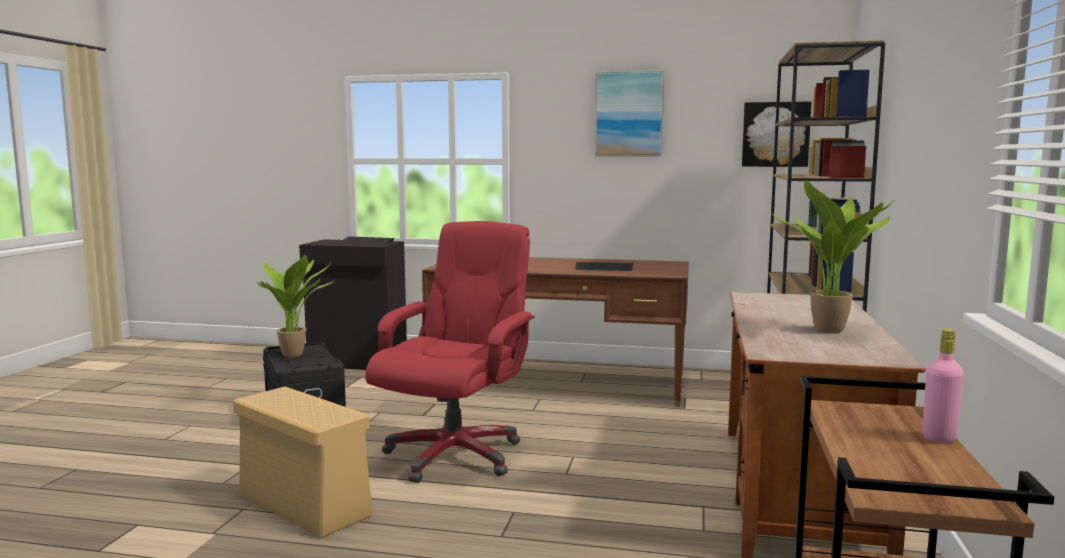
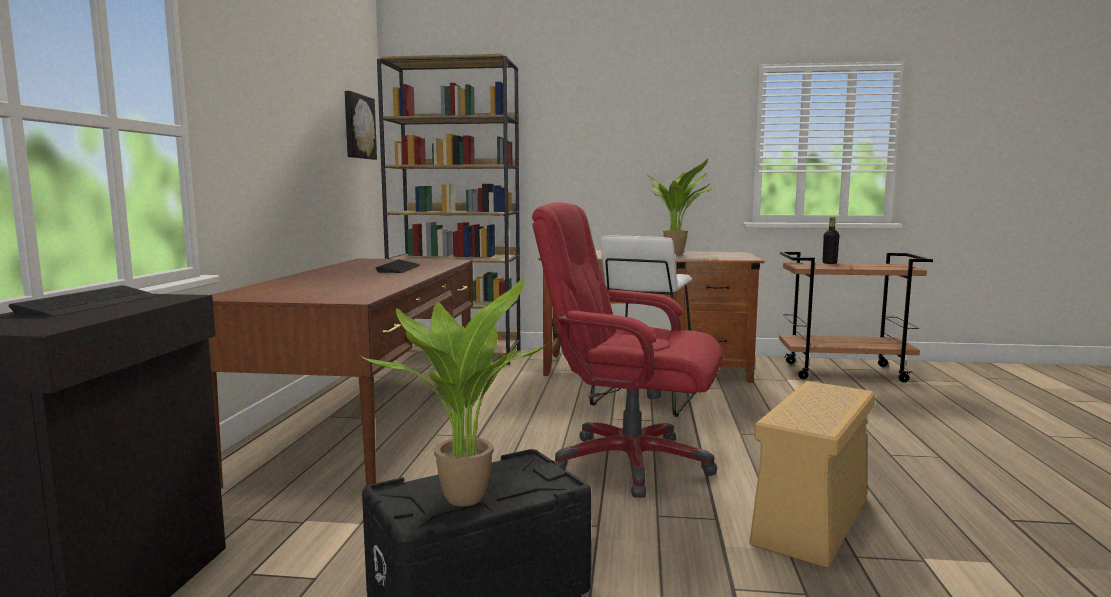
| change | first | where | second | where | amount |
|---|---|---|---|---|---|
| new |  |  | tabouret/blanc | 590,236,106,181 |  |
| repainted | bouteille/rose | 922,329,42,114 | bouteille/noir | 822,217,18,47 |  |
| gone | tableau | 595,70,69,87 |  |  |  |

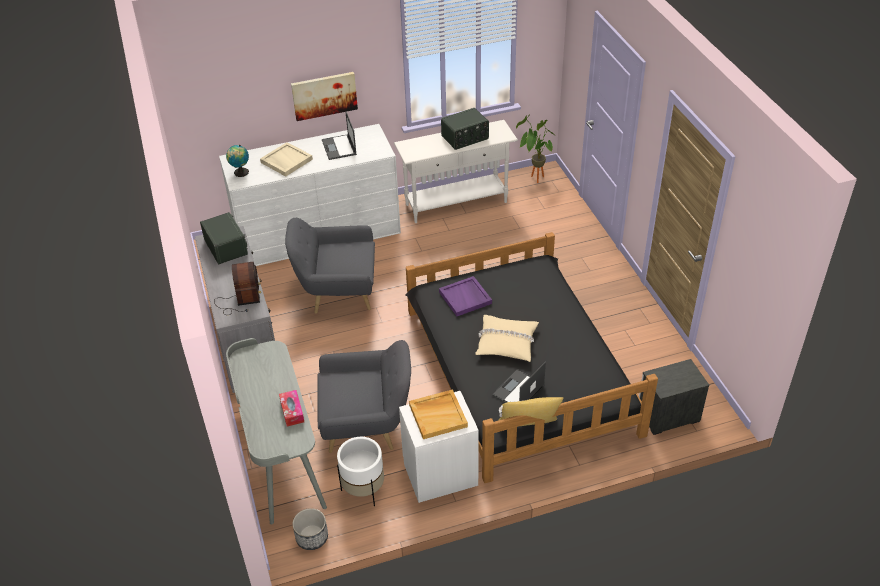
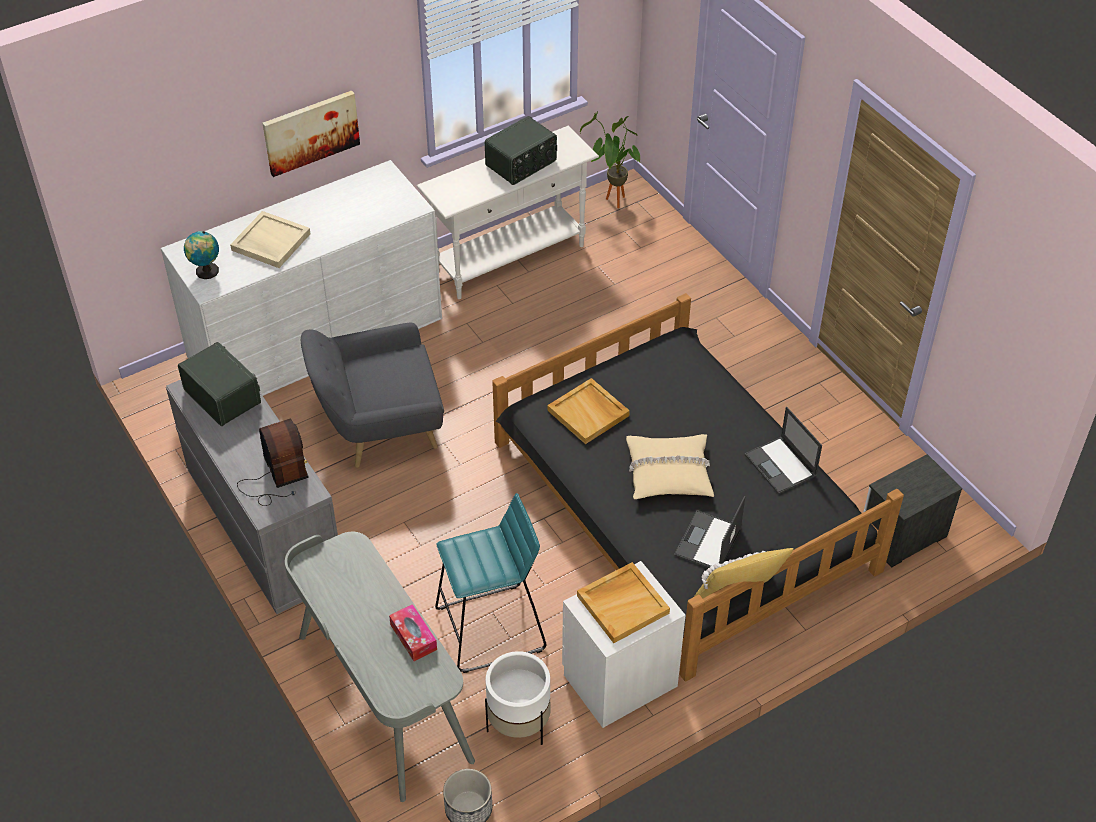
| change | first | where | second | where | amount |
|---|---|---|---|---|---|
| swapped | fauteuil/gris | 317,340,94,113 | tabouret/turquoise | 435,493,111,180 |  |
| repainted | plateau/violet | 439,276,53,40 | plateau/beige | 547,378,83,66 |  |
| shifted | ordinateur portable | 322,111,35,49 |  | 745,407,77,87 |  |

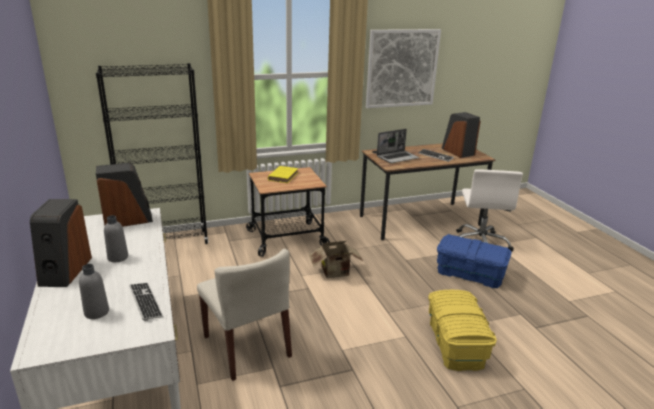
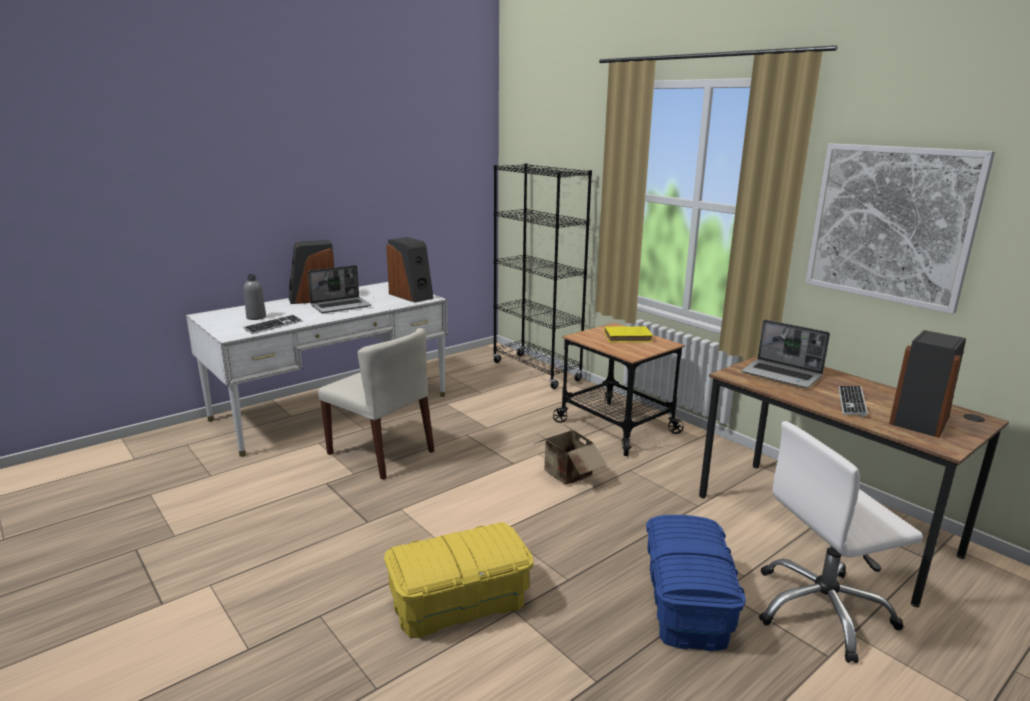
| change | first | where | second | where | amount |
|---|---|---|---|---|---|
| swapped | bouteille/gris | 104,215,24,47 | ordinateur portable | 308,265,63,48 |  |
| rotated | chaise/beige | 197,249,95,132 |  | 318,328,117,152 | 90 degrees counterclockwise |

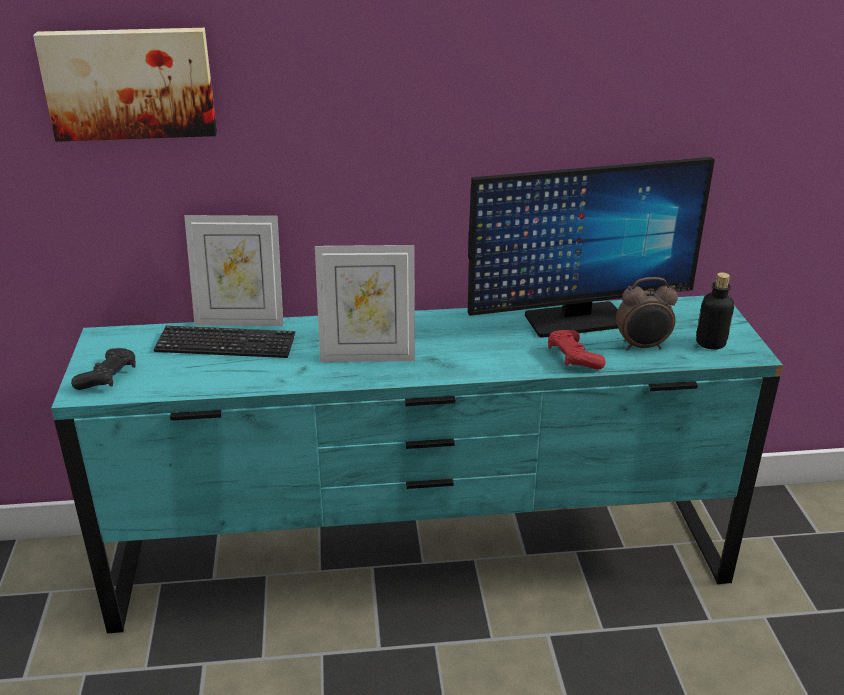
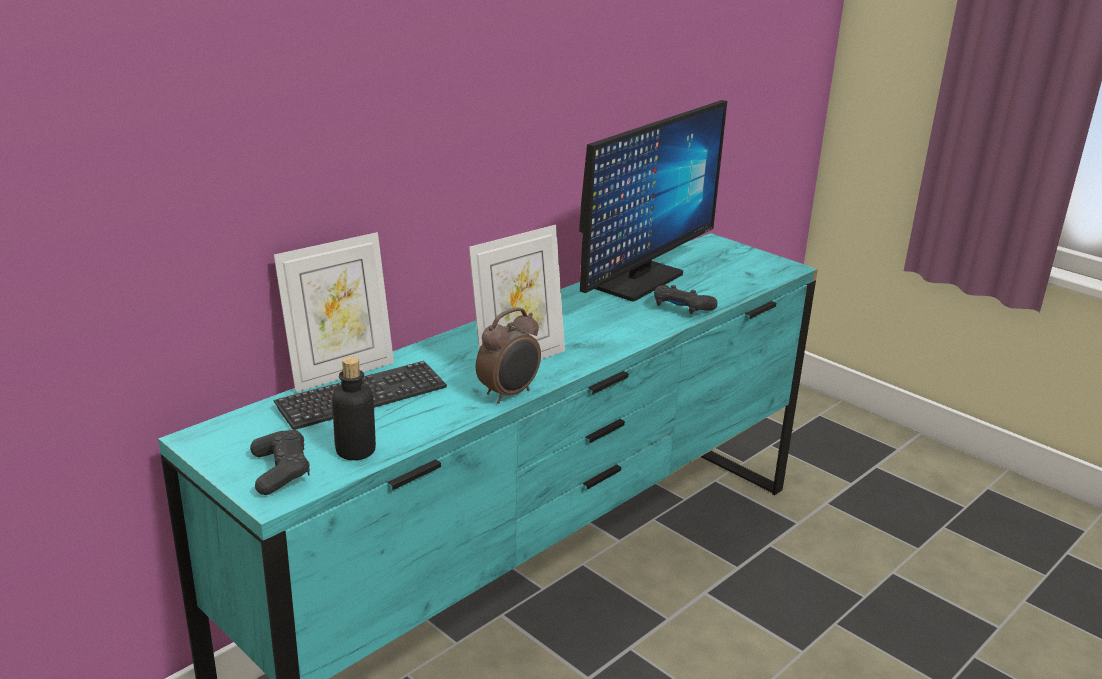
| change | first | where | second | where | amount |
|---|---|---|---|---|---|
| shifted | bouteille | 696,272,38,78 |  | 332,357,44,103 |  |
| shifted | réveil | 616,277,62,74 |  | 476,307,65,97 |  |
| repainted | manette/rouge | 548,330,58,40 | manette/noir | 654,285,64,29 |  |
| gone | tableau | 33,28,184,114 |  |  |  |

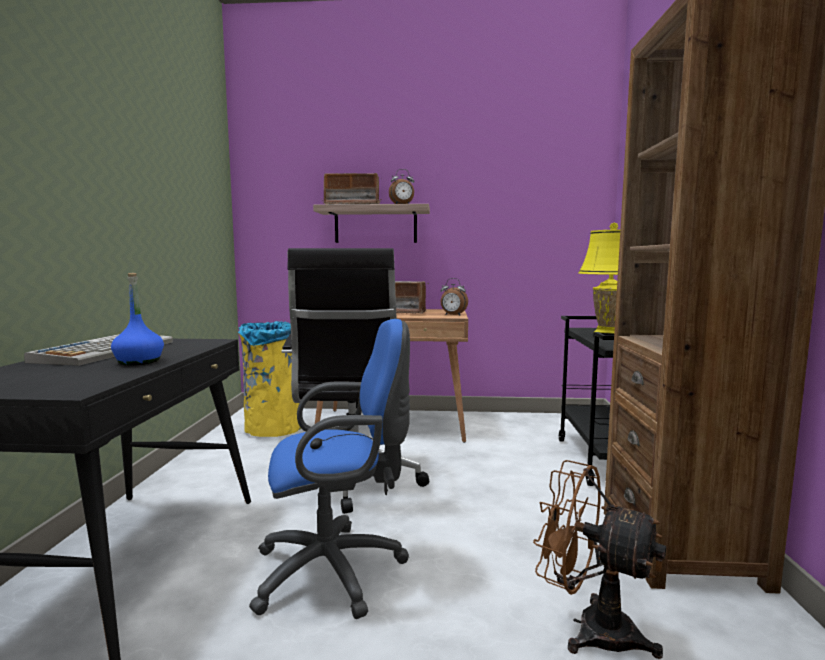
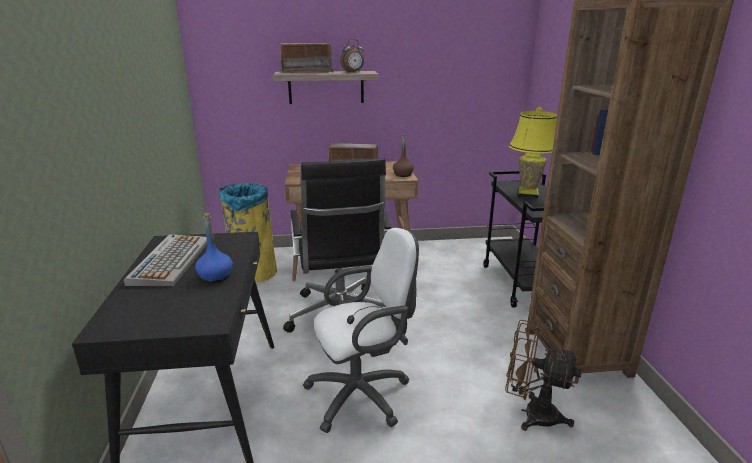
| change | first | where | second | where | amount |
|---|---|---|---|---|---|
| repainted | chaise de bureau/bleu | 249,319,161,300 | chaise de bureau/blanc | 303,228,116,205 |  |
| swapped | réveil | 441,278,27,37 | bouteille/marron | 393,135,21,42 |  |

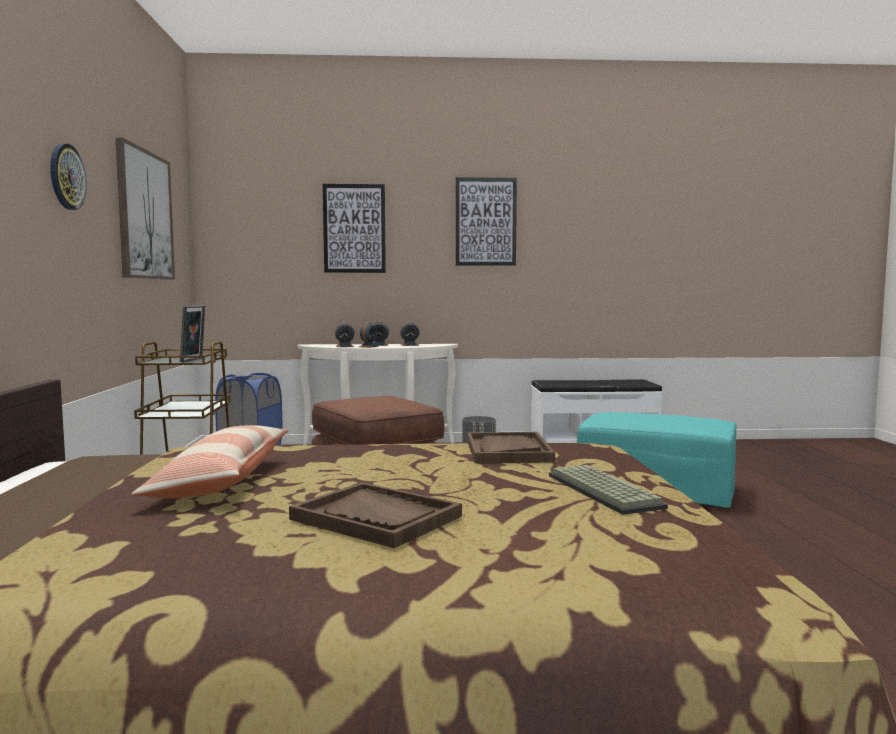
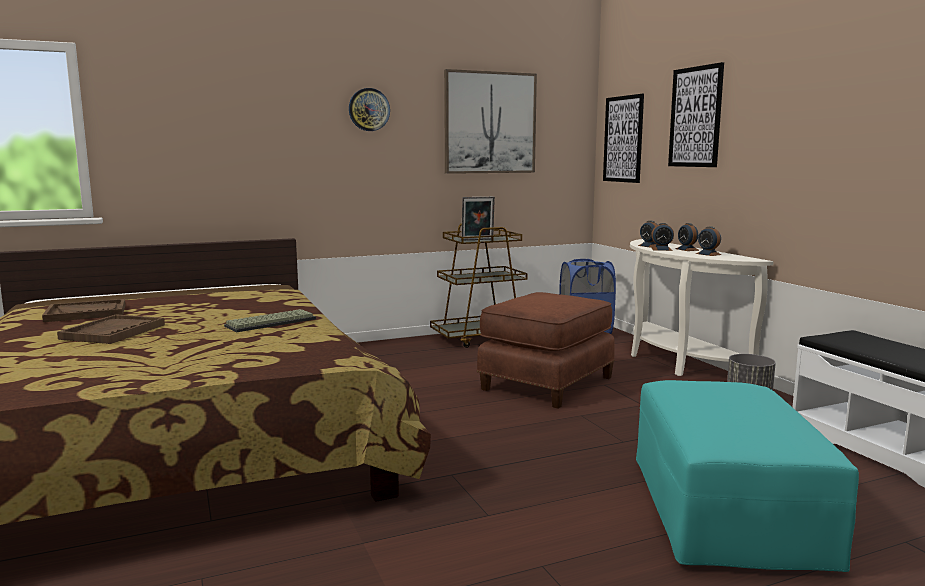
| change | first | where | second | where | amount |
|---|---|---|---|---|---|
| shifted | plateau/marron | 467,432,88,31 |  | 42,299,83,23 |  |
| shifted | clavier | 549,465,119,50 |  | 224,309,92,24 |  |
| shifted | tableau | 456,177,61,89 |  | 603,94,41,89 |  |
| gone | coussin | 131,425,158,74 |  |  |  |

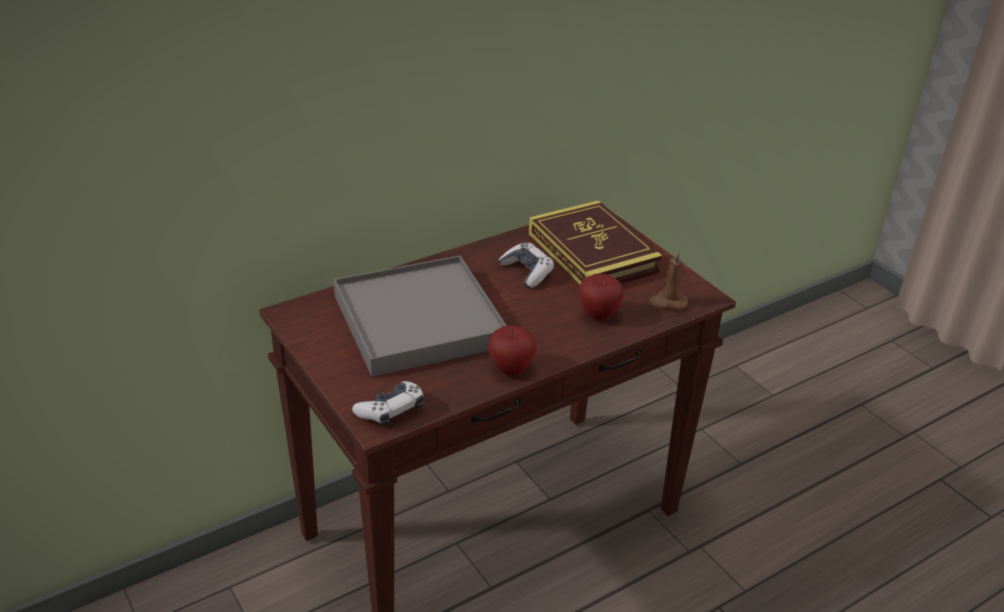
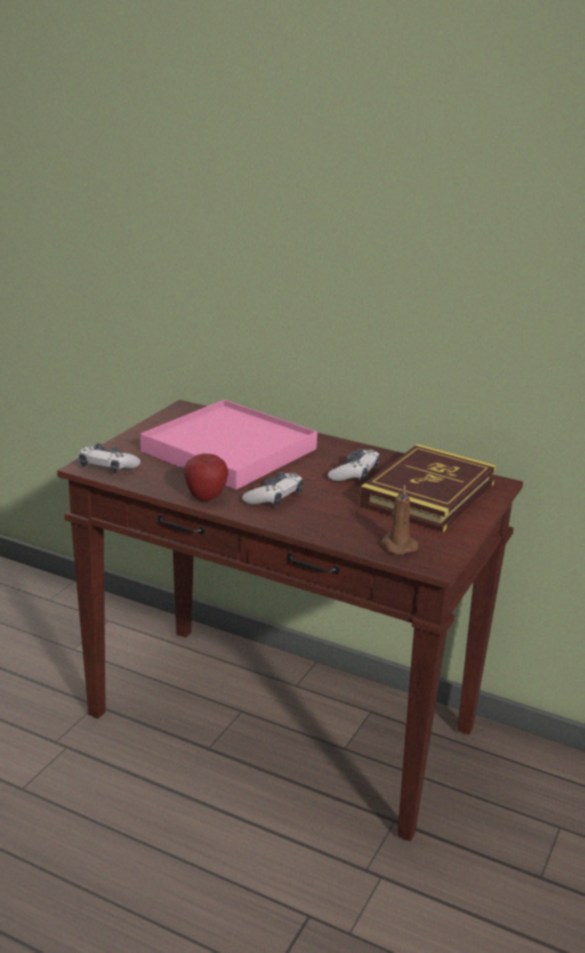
| change | first | where | second | where | amount |
|---|---|---|---|---|---|
| repainted | plateau/gris | 334,256,173,121 | plateau/rose | 140,400,177,90 |  |
| new |  |  | manette | 242,472,61,34 |  |
| gone | pomme | 579,274,45,46 |  |  |  |

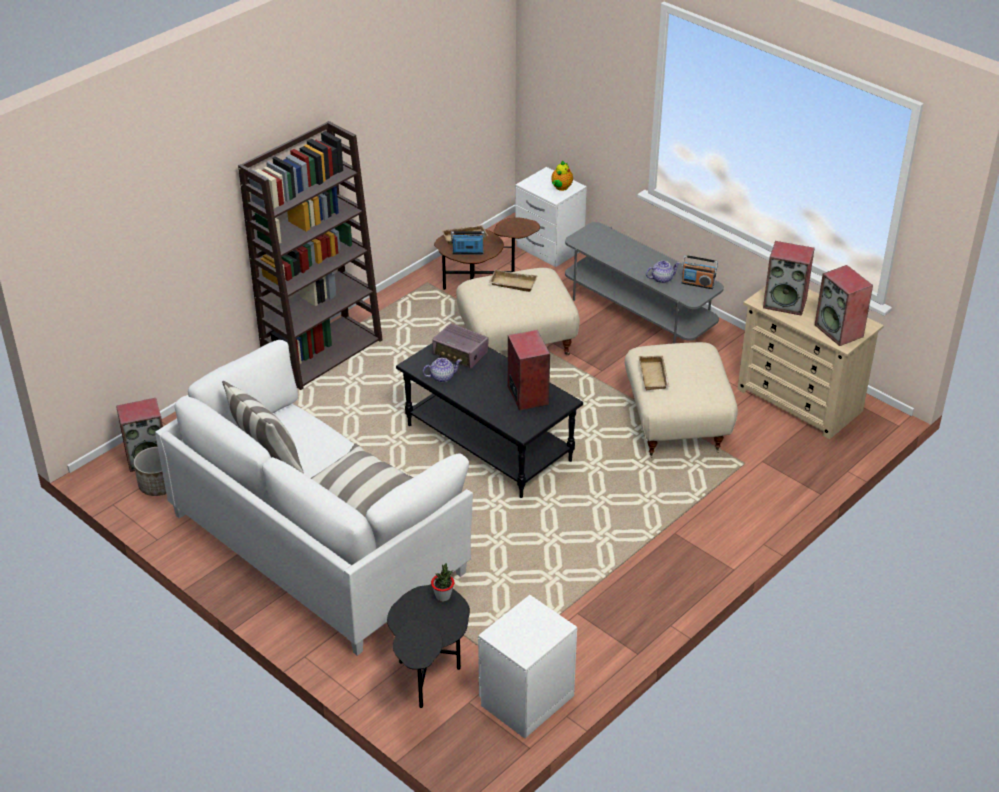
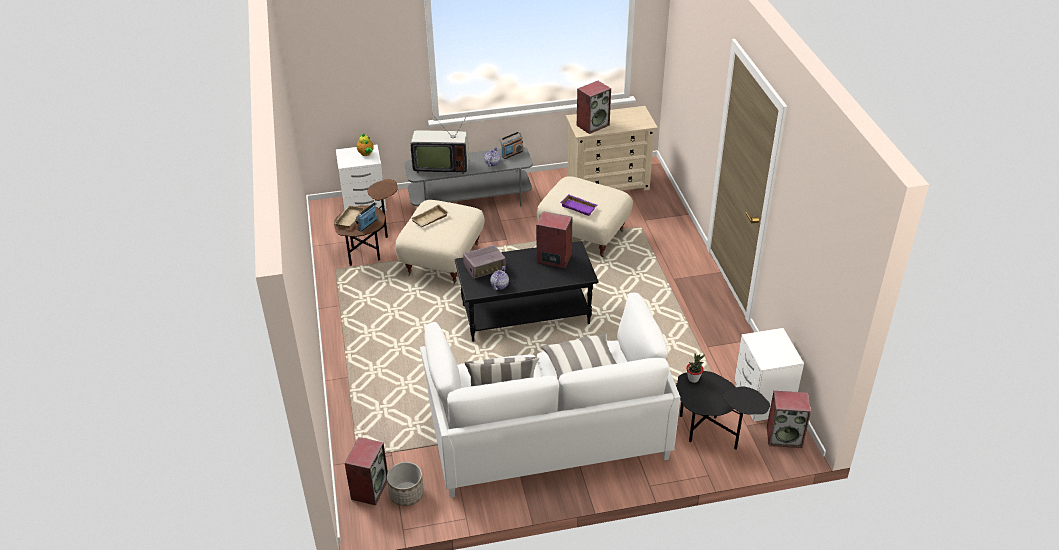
| change | first | where | second | where | amount |
|---|---|---|---|---|---|
| new |  |  | téléviseur | 411,114,58,60 |  |
| repainted | plateau/beige | 639,356,31,34 | plateau/violet | 560,194,37,22 |  |
| shifted | enceinte | 815,265,58,81 |  | 767,391,44,57 |  |
| gone | bibliothèque/marron | 238,121,145,269 |  |  |  |

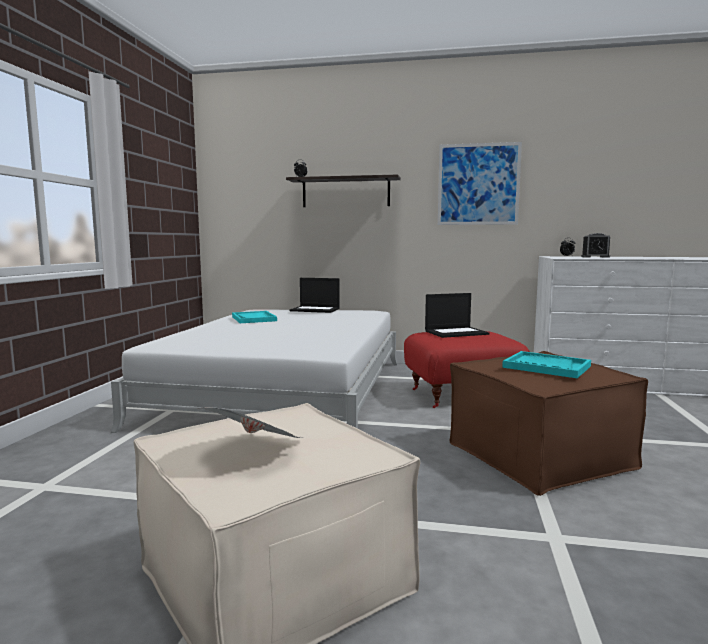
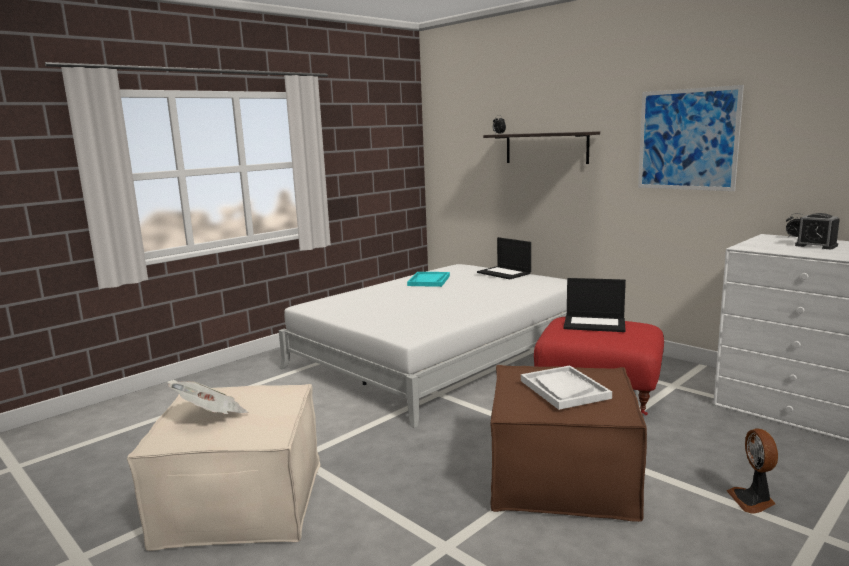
| change | first | where | second | where | amount |
|---|---|---|---|---|---|
| repainted | plateau/turquoise | 502,351,89,27 | plateau/blanc | 521,366,91,44 |  |
| new |  |  | ventilateur | 727,428,51,86 |  |

